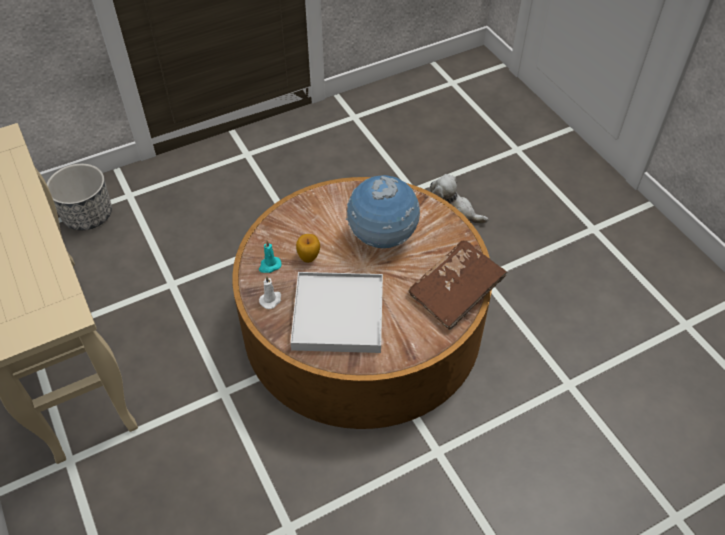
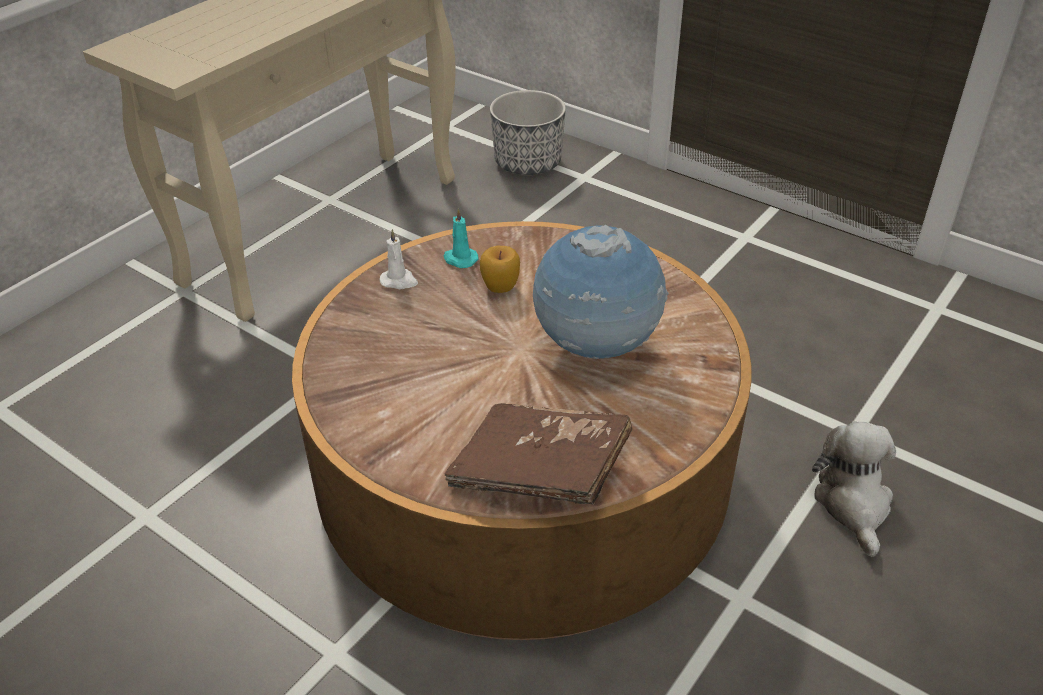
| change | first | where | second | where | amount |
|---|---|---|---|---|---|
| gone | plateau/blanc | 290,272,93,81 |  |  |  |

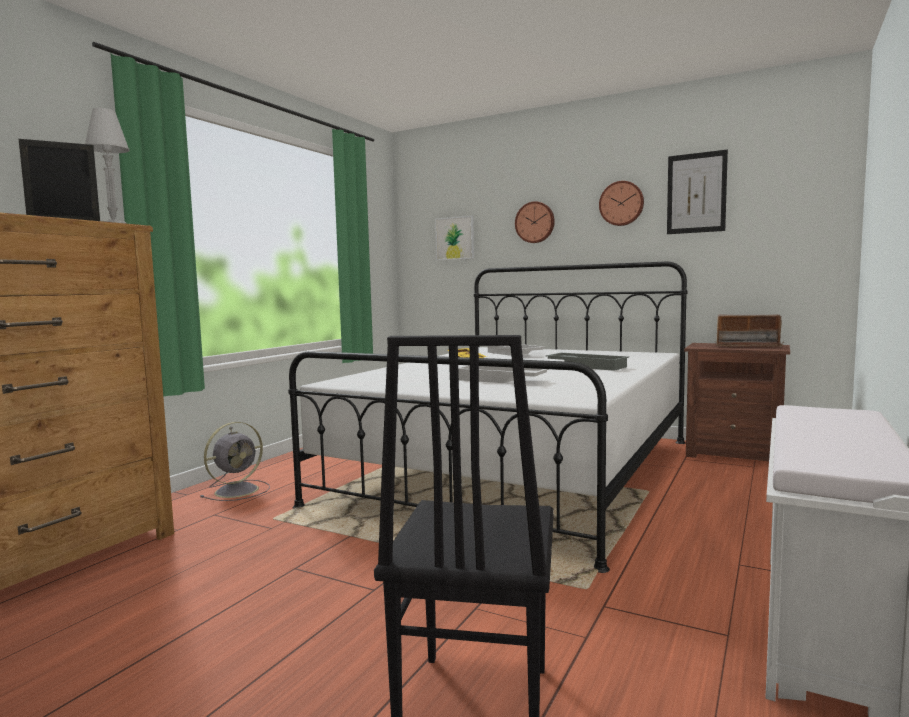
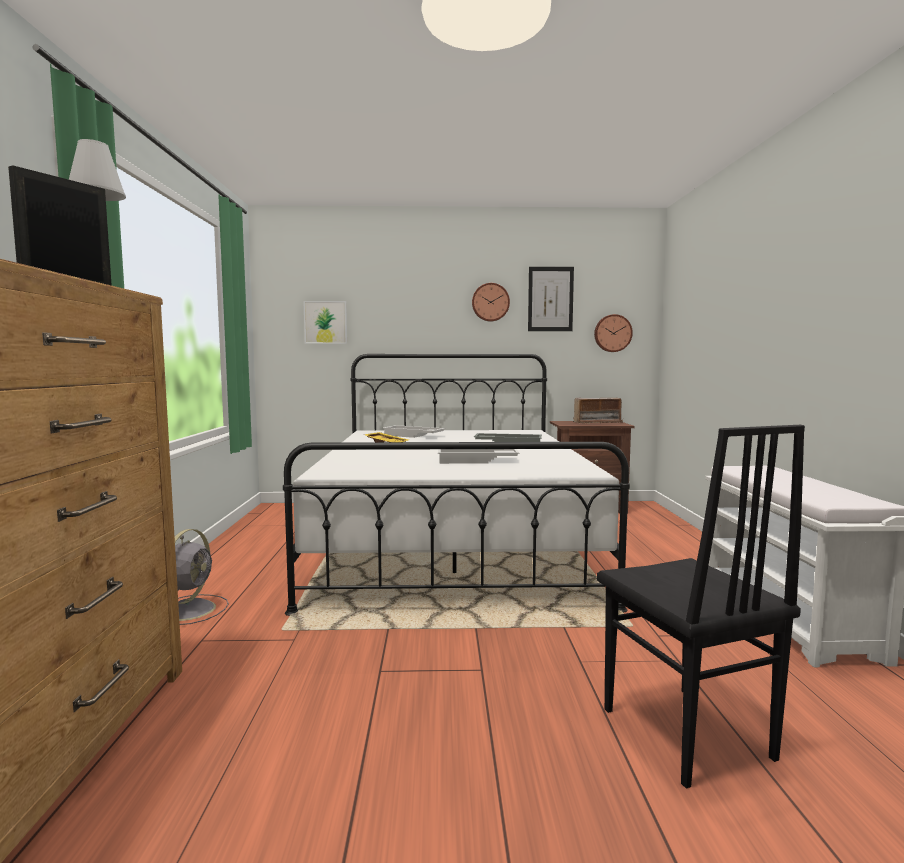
| change | first | where | second | where | amount |
|---|---|---|---|---|---|
| shifted | horloge murale | 515,201,40,42 |  | 594,314,39,38 |  |

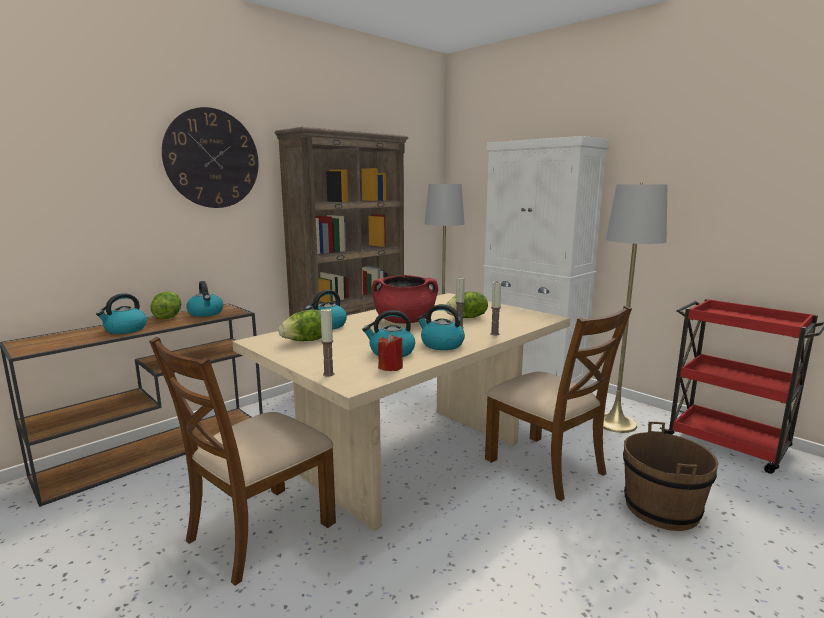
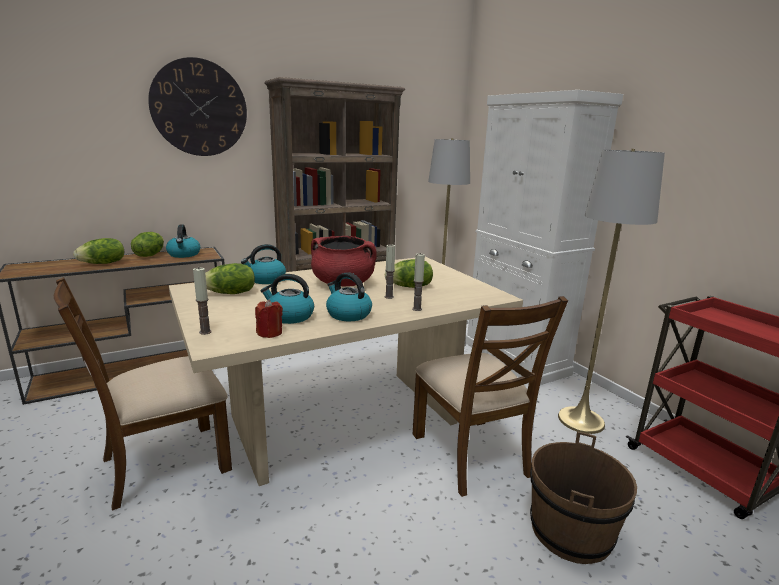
| change | first | where | second | where | amount |
|---|---|---|---|---|---|
| swapped | bouilloire | 96,293,51,41 | laitue | 73,238,51,26 |  |

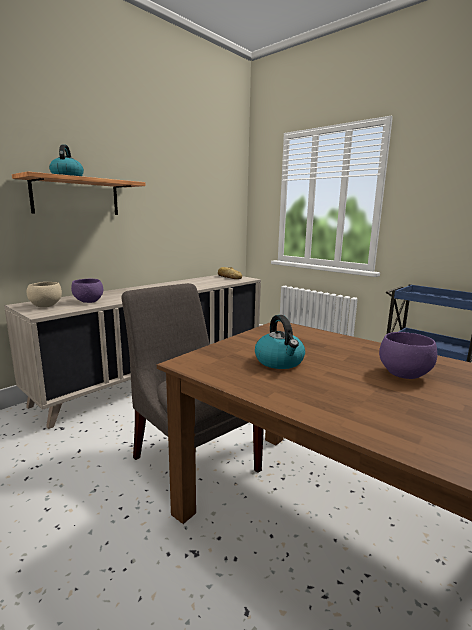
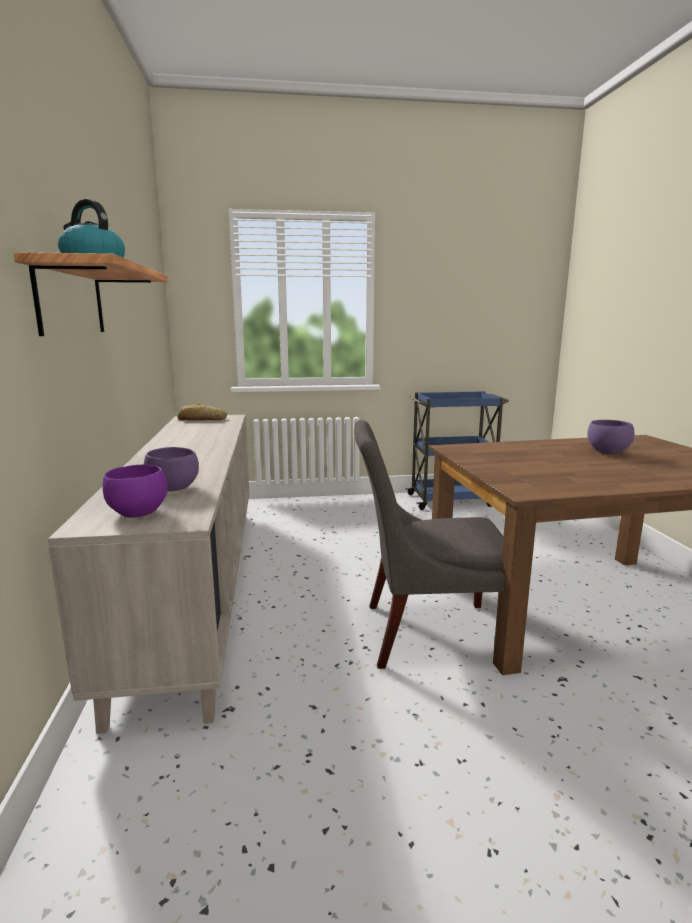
| change | first | where | second | where | amount |
|---|---|---|---|---|---|
| repainted | bol/beige | 27,282,35,25 | bol/violet | 102,465,66,53 |  |
| gone | bouilloire | 255,315,50,54 |  |  |  |

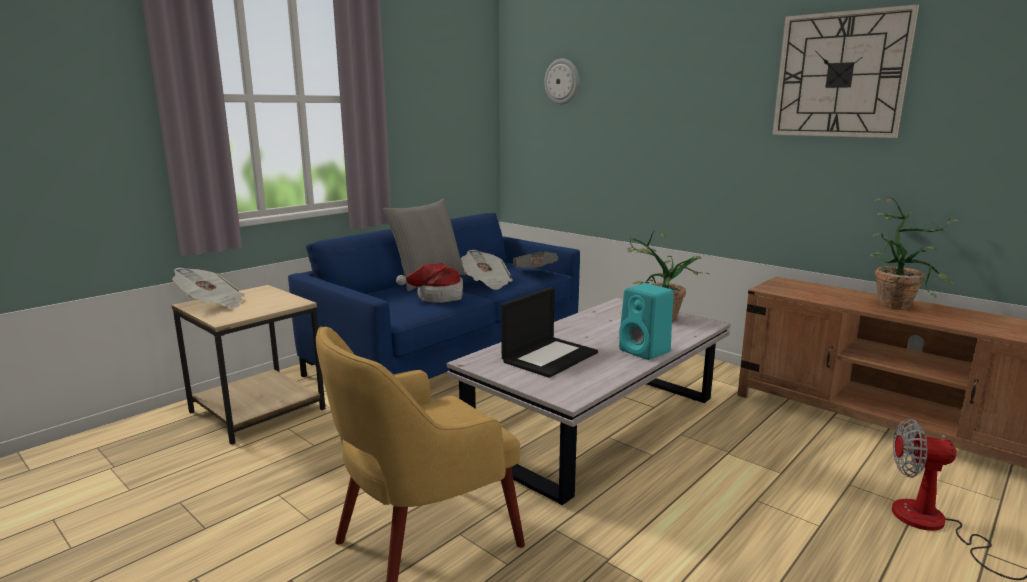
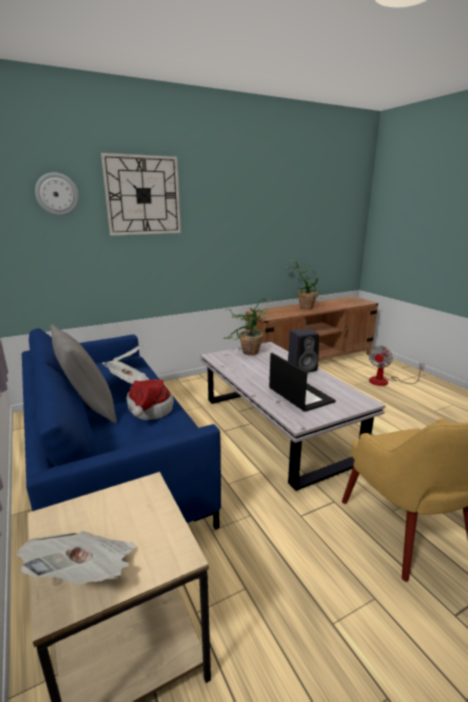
| change | first | where | second | where | amount |
|---|---|---|---|---|---|
| shifted | horloge murale | 772,4,147,134 |  | 101,153,80,83 |  |
| repainted | enceinte/turquoise | 619,283,55,77 | enceinte/noir | 288,328,31,45 |  |

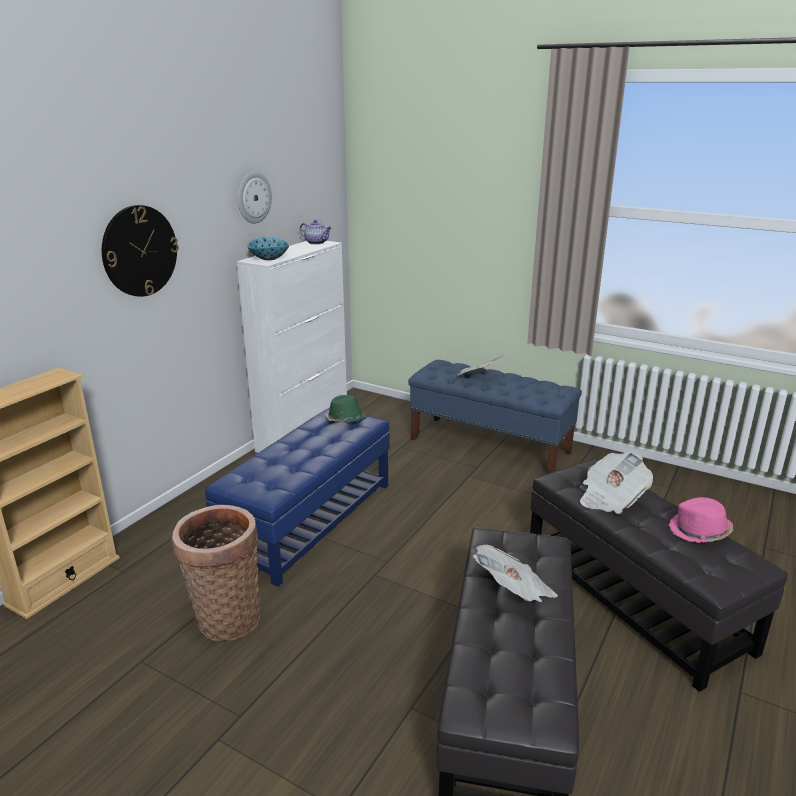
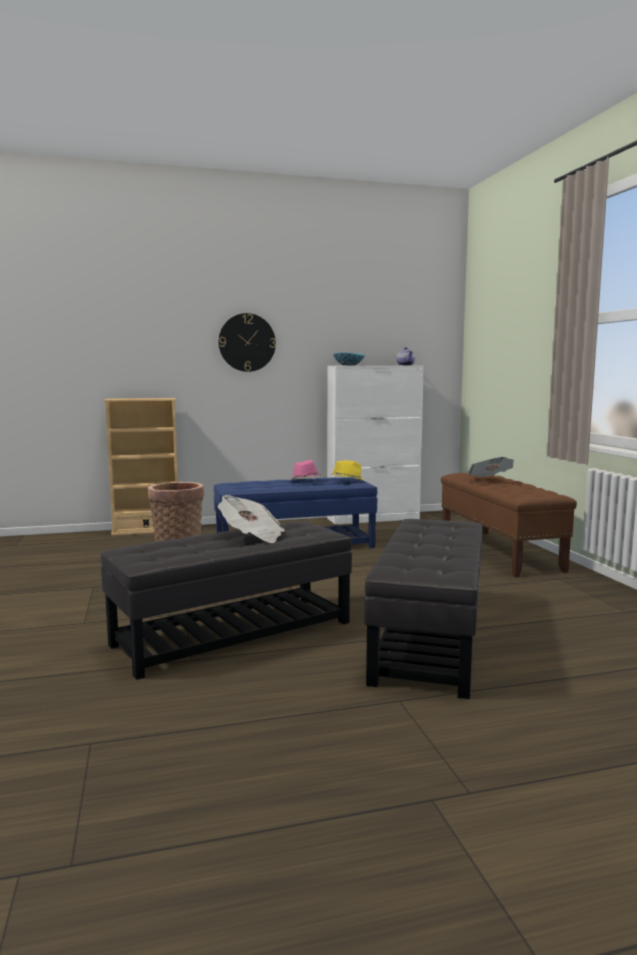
| change | first | where | second | where | amount |
|---|---|---|---|---|---|
| shifted | chapeau/rose | 669,497,64,46 |  | 289,460,32,20 |  |
| repainted | chapeau/vert | 325,395,42,27 | chapeau/jaune | 332,460,33,20 |  |
| repainted | banc/bleu | 408,360,174,113 | banc/marron | 441,473,136,104 |  |
| gone | horloge murale | 238,172,34,52 |  |  |  |
| gone | journal | 580,452,73,62 |  |  |  |

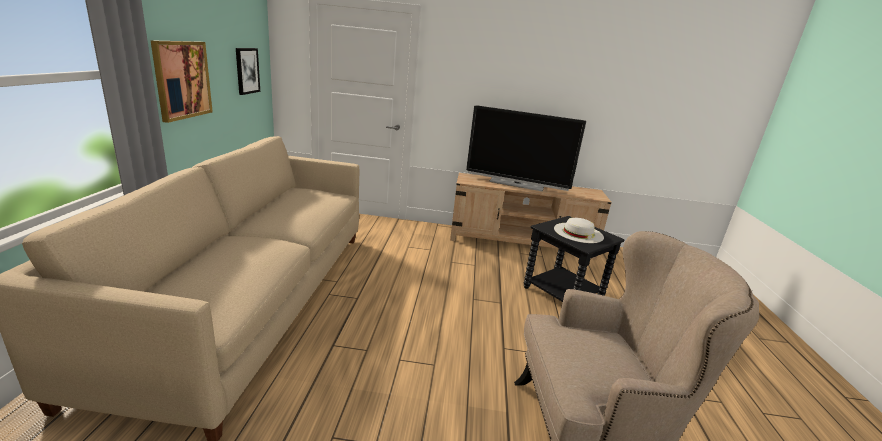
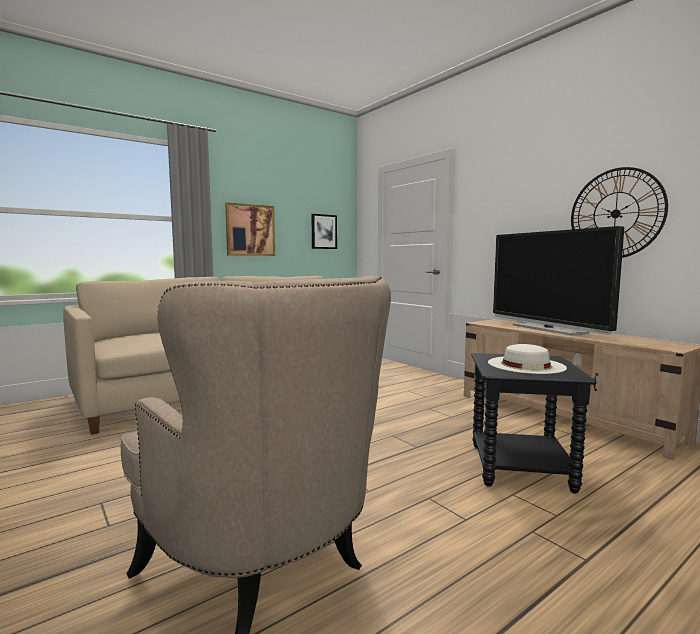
| change | first | where | second | where | amount |
|---|---|---|---|---|---|
| new |  |  | horloge murale | 571,167,97,91 |  |

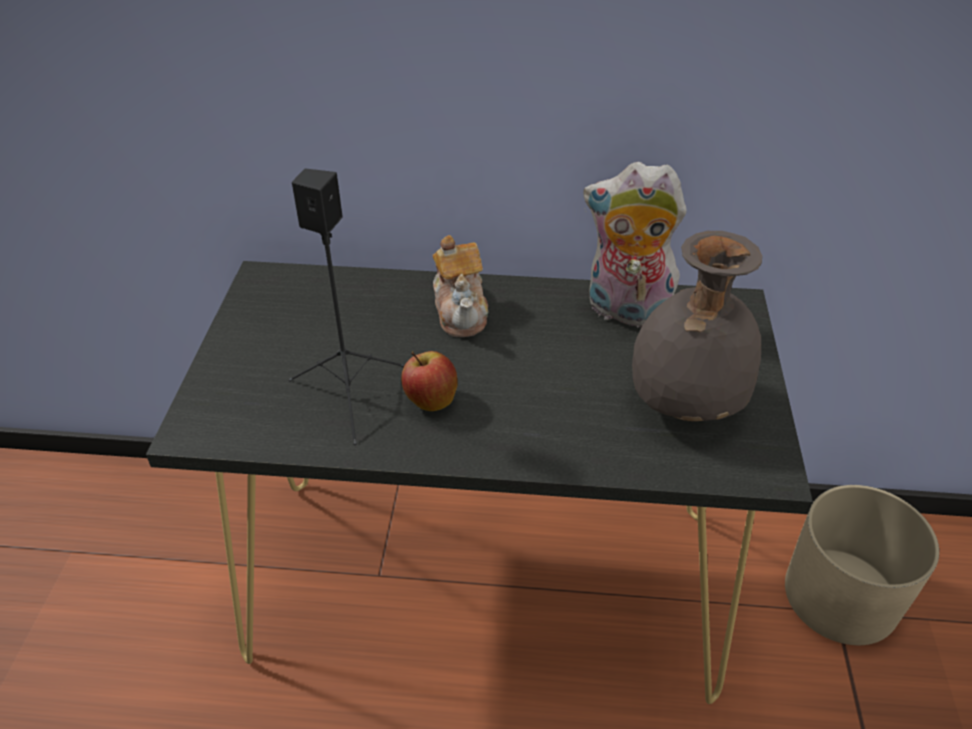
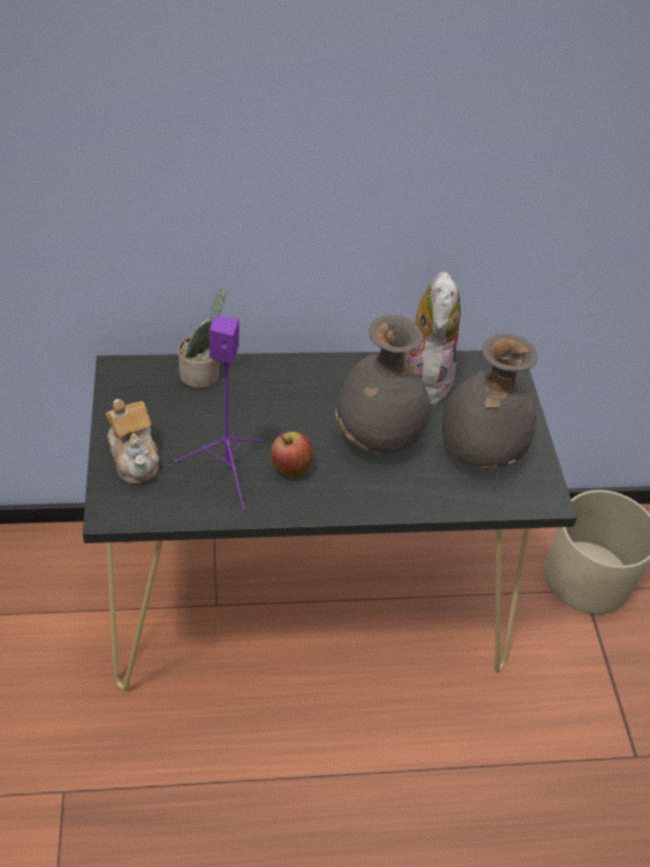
| change | first | where | second | where | amount |
|---|---|---|---|---|---|
| shifted | théière | 433,235,55,102 |  | 105,399,54,85 |  |
| repainted | enceinte/noir | 289,168,115,277 | enceinte/violet | 175,316,87,194 |  |
| new |  |  | plante en pot | 178,289,48,99 |  |
| new |  |  | vase/gris | 336,314,94,139 |  |
| rotated | peluche | 584,162,103,166 |  | 405,272,56,136 | 90 degrees clockwise |

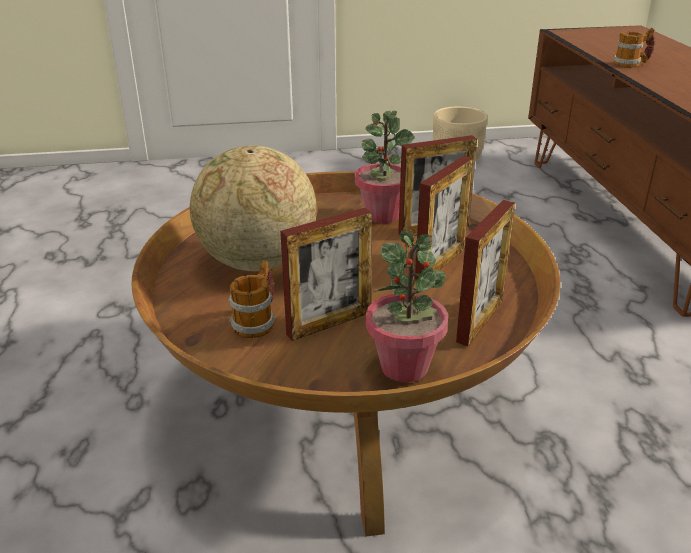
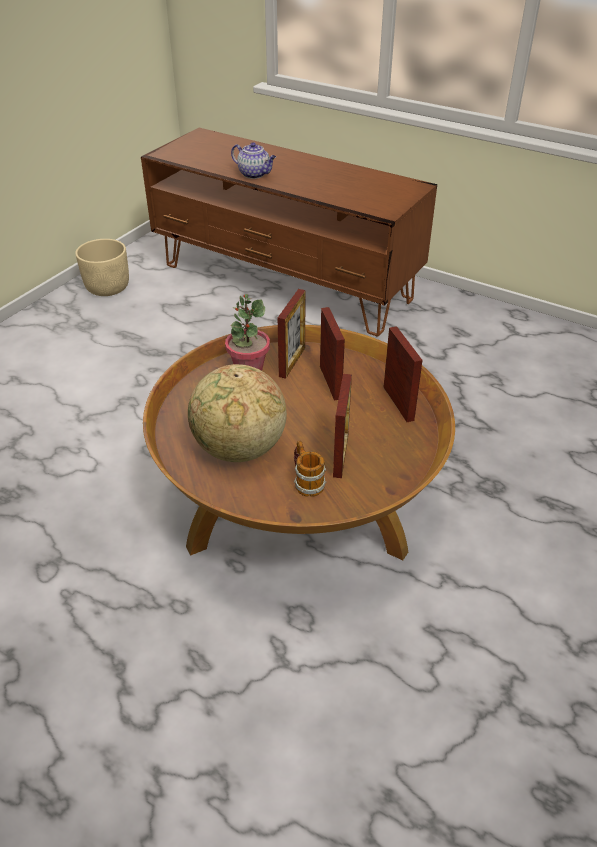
| change | first | where | second | where | amount |
|---|---|---|---|---|---|
| swapped | mug | 614,28,41,40 | théière | 231,142,45,37 |  |
| gone | plante en pot | 366,230,82,152 |  |  |  |

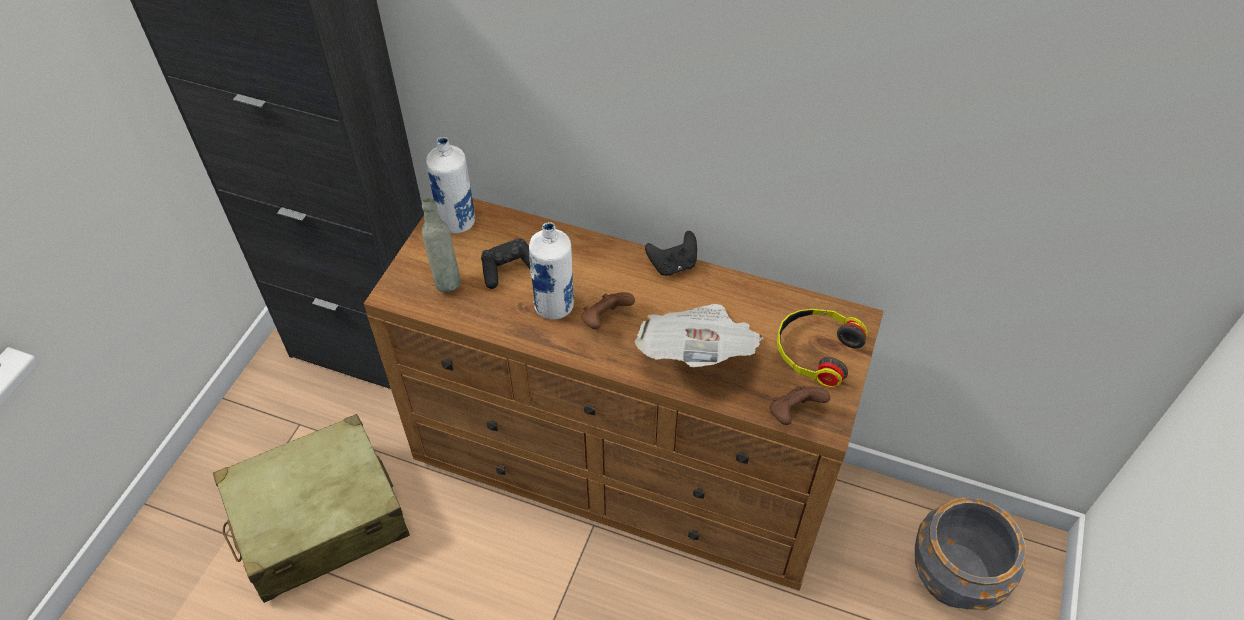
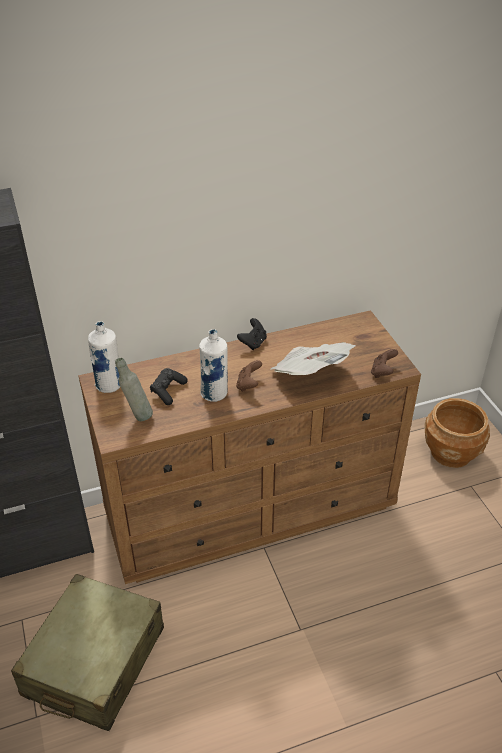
| change | first | where | second | where | amount |
|---|---|---|---|---|---|
| repainted | cache-pot/gris | 915,497,111,114 | cache-pot/marron | 425,398,65,70 |  |
| gone | casque audio | 777,309,91,79 |  |  |  |

